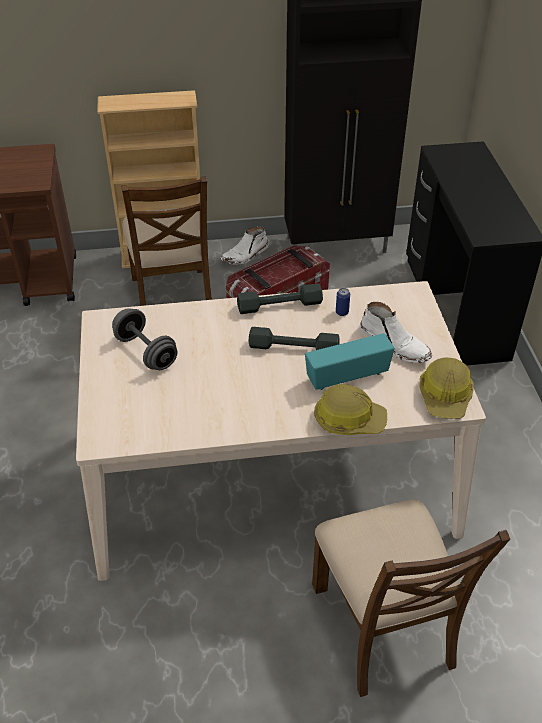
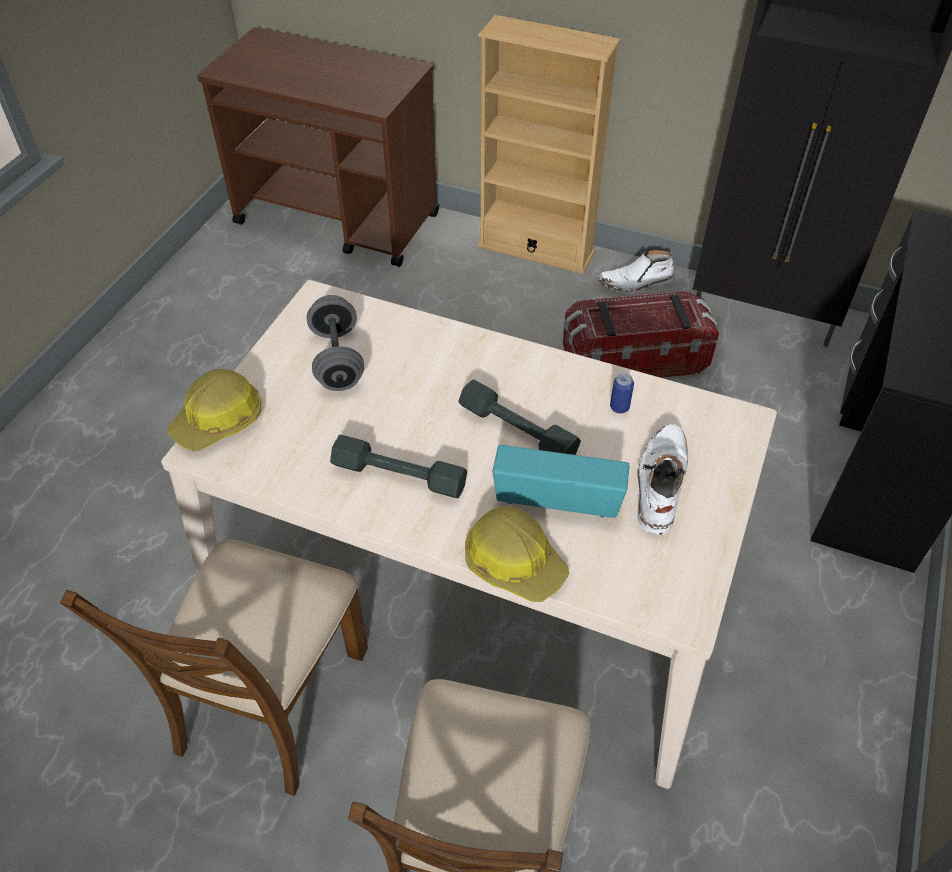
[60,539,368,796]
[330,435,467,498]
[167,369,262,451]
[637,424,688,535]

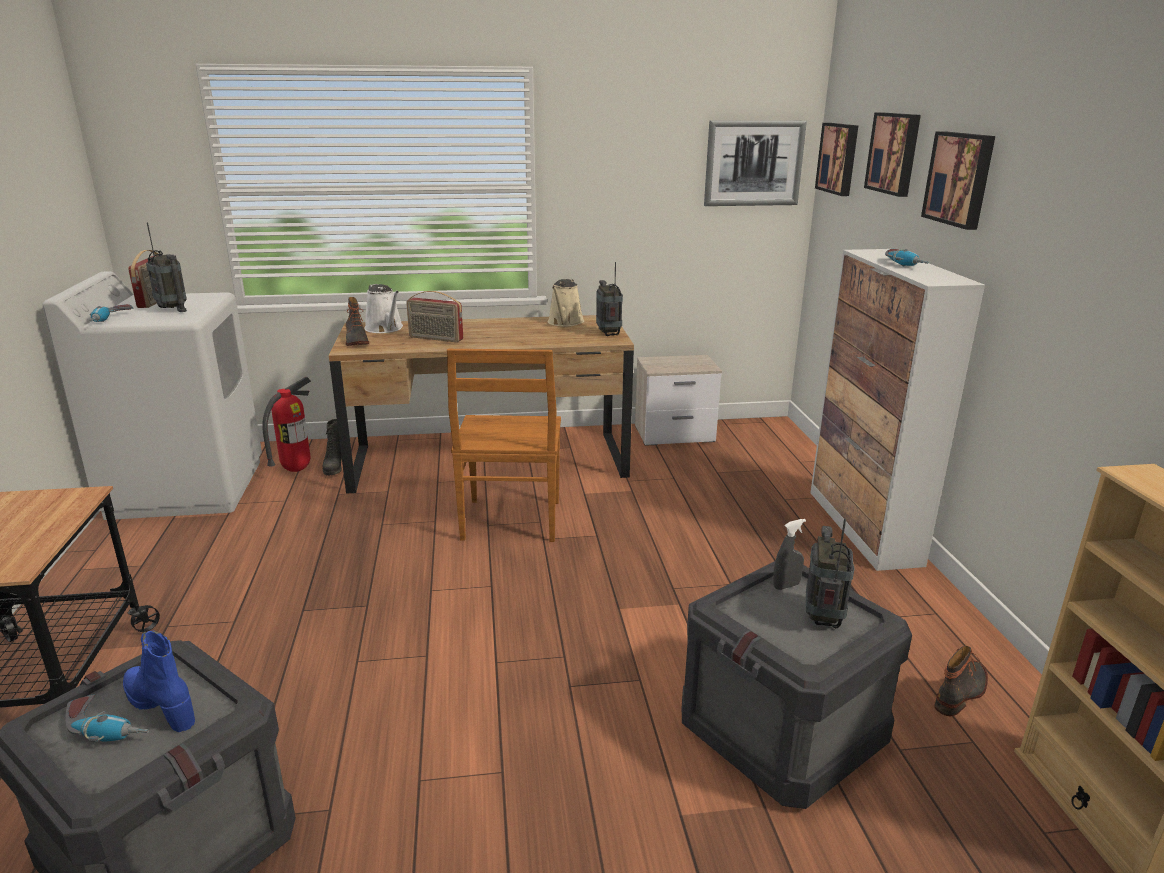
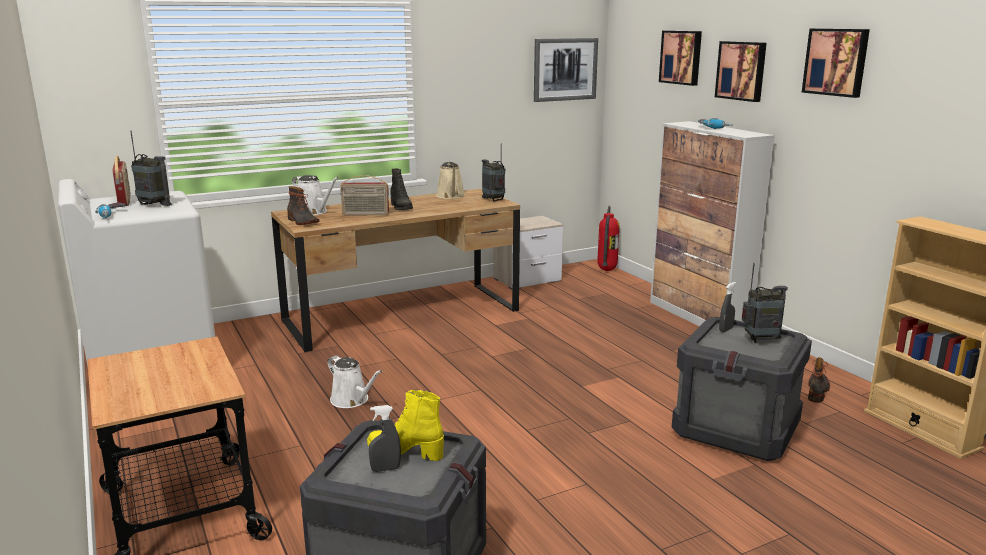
[447,349,561,542] (first image)
[327,355,382,408]
[597,206,620,271]
[390,169,413,210]
[802,29,870,98]
[369,405,401,472]
[367,390,444,461]
[742,263,788,343]

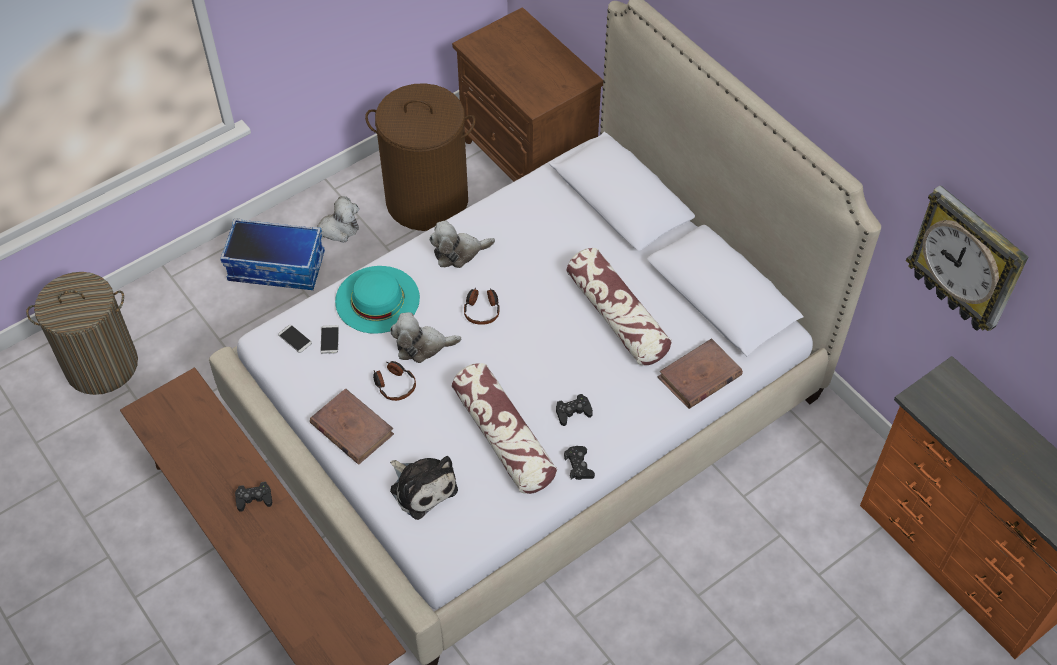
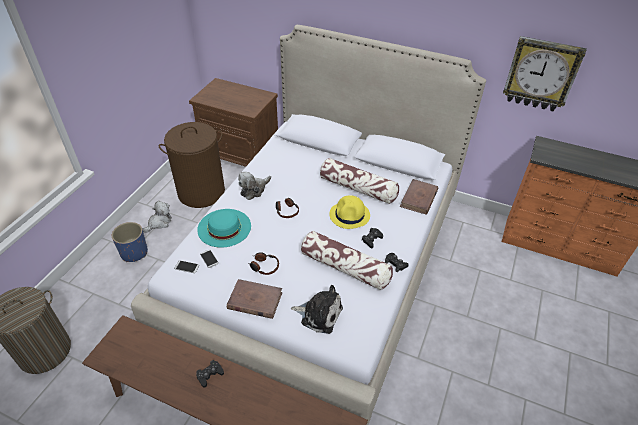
[390,312,461,363] (first image)
[329,195,370,229]
[112,222,148,262]

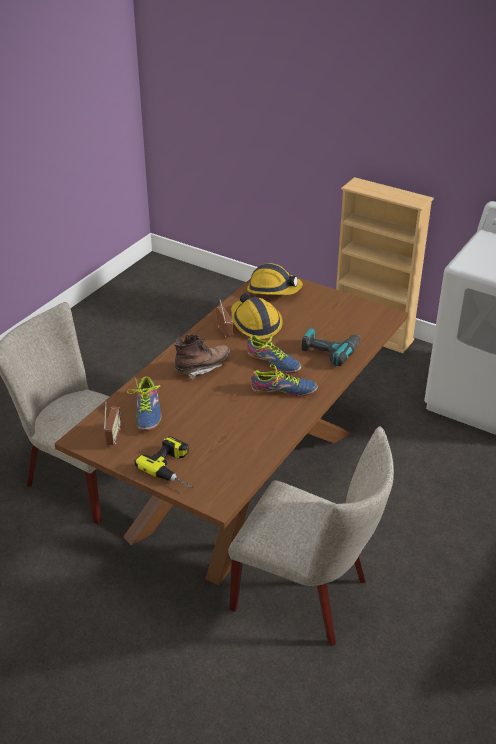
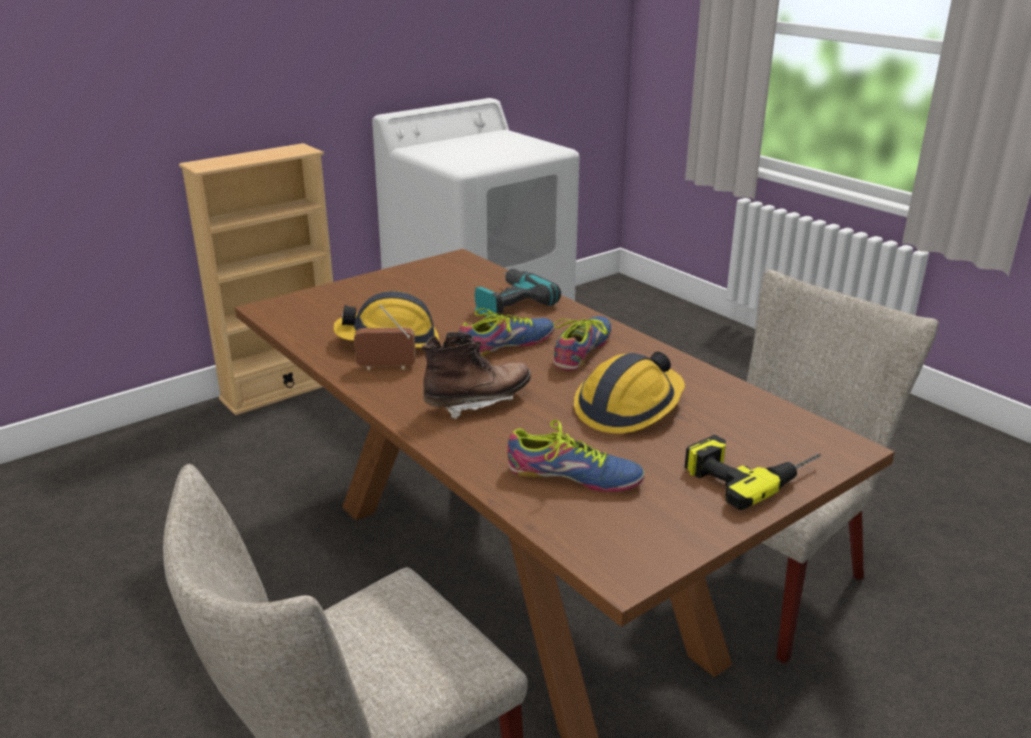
[104,401,121,445] (first image)
[573,351,685,434]
[422,332,531,420]

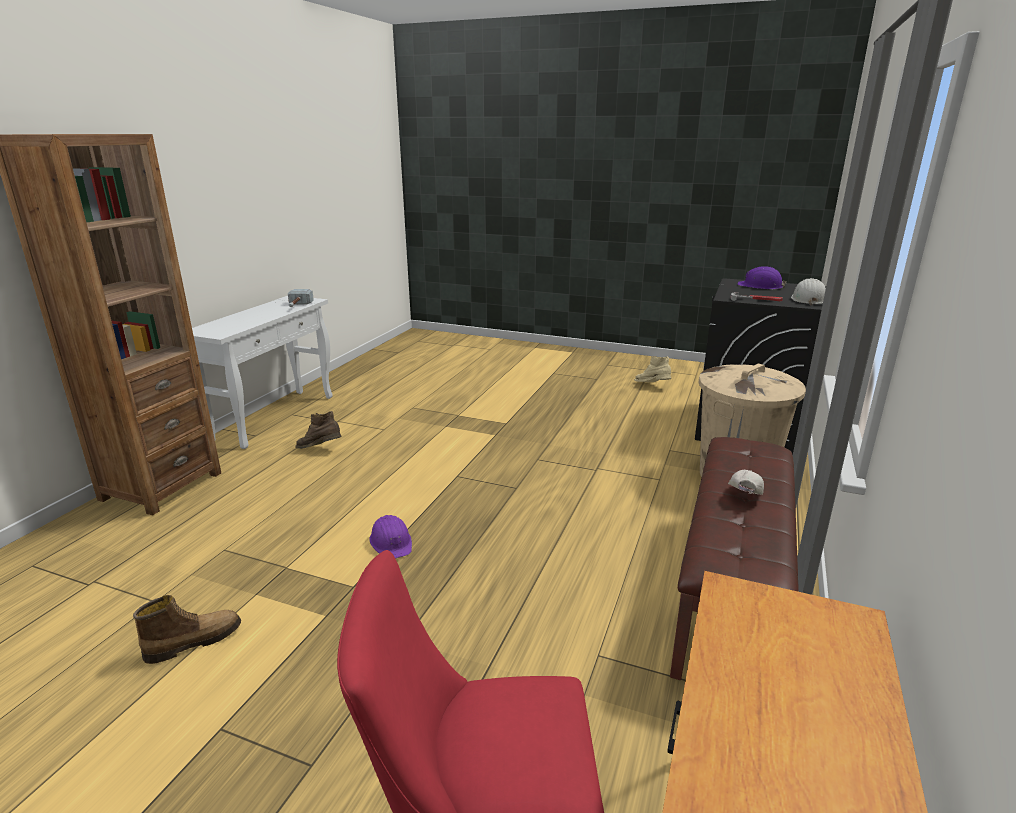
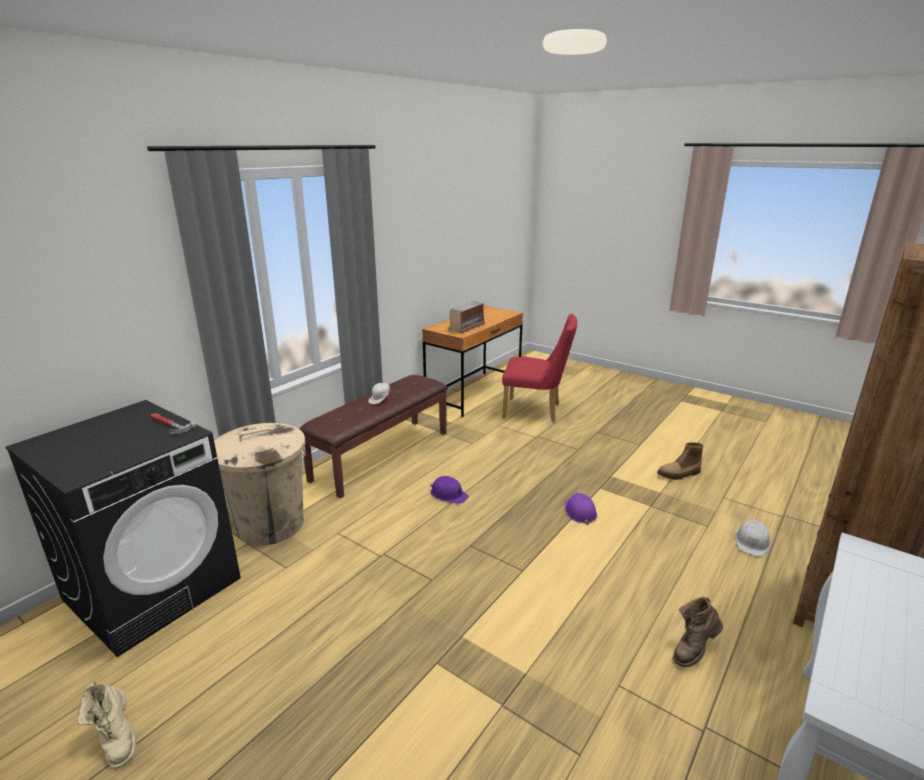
[288,289,314,307] (first image)
[448,302,485,334]
[430,476,469,504]
[735,520,771,557]
[673,596,723,667]

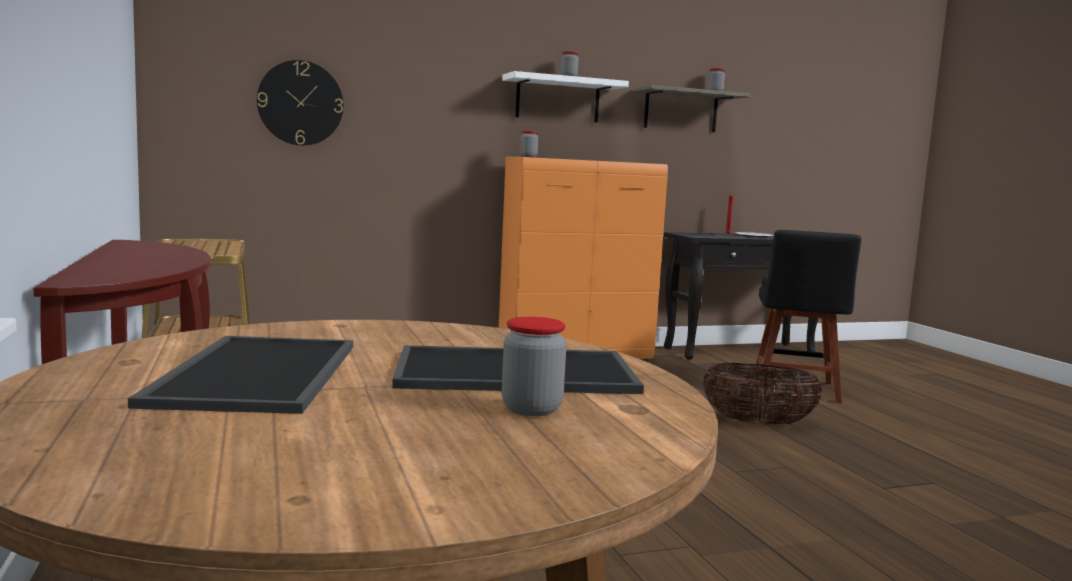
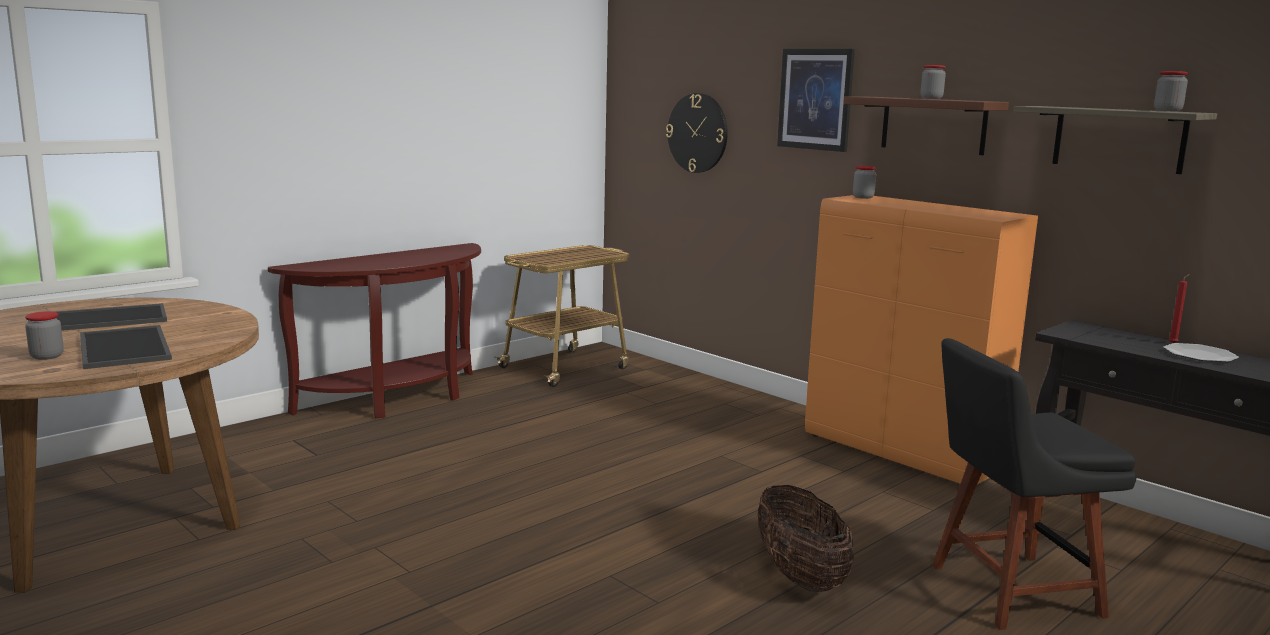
[777,49,855,152]
[843,96,1009,155]

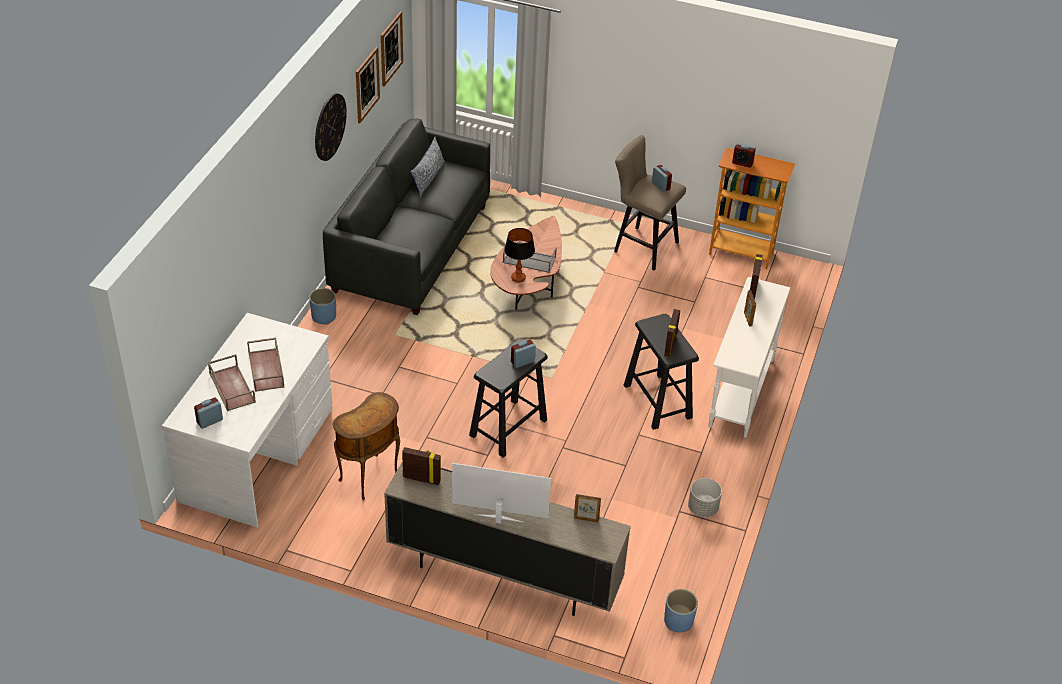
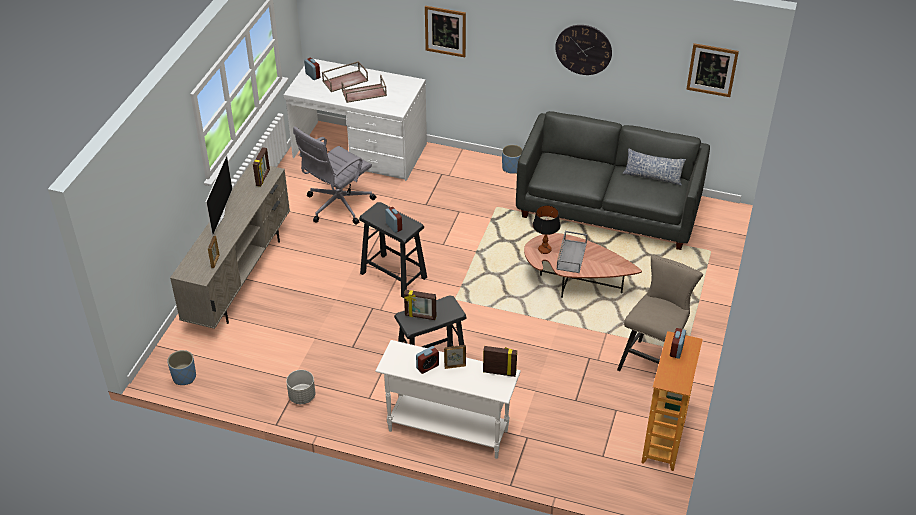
[425,6,466,57]
[416,346,439,374]
[293,126,376,224]

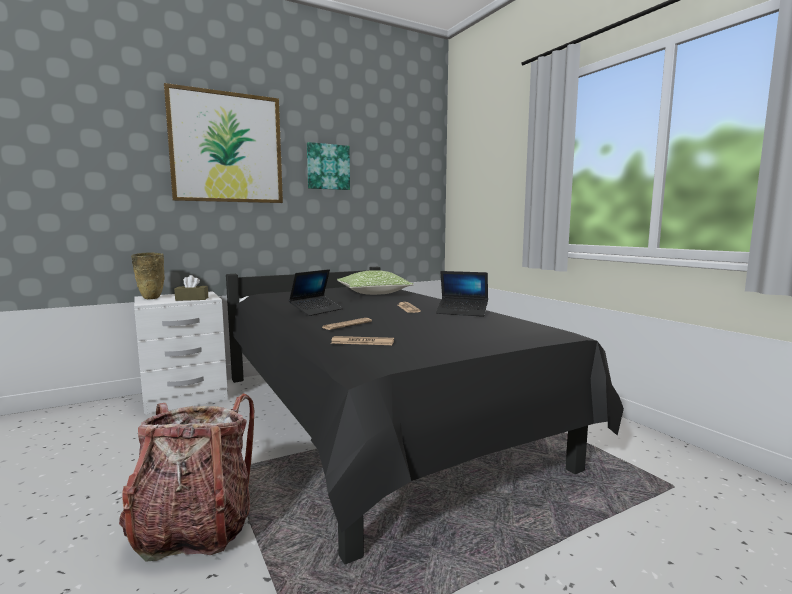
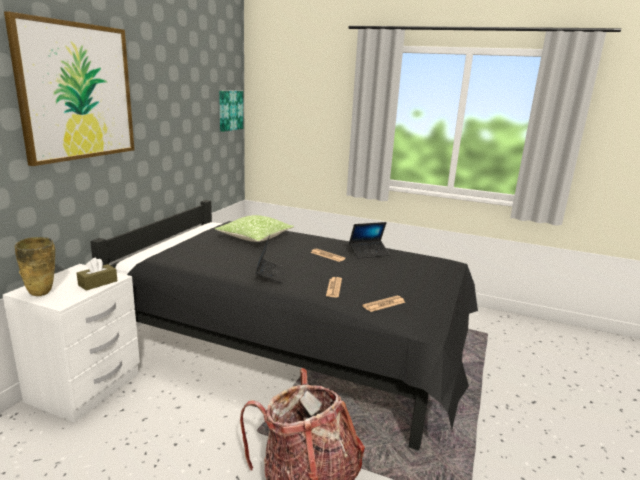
[219,91,243,132]

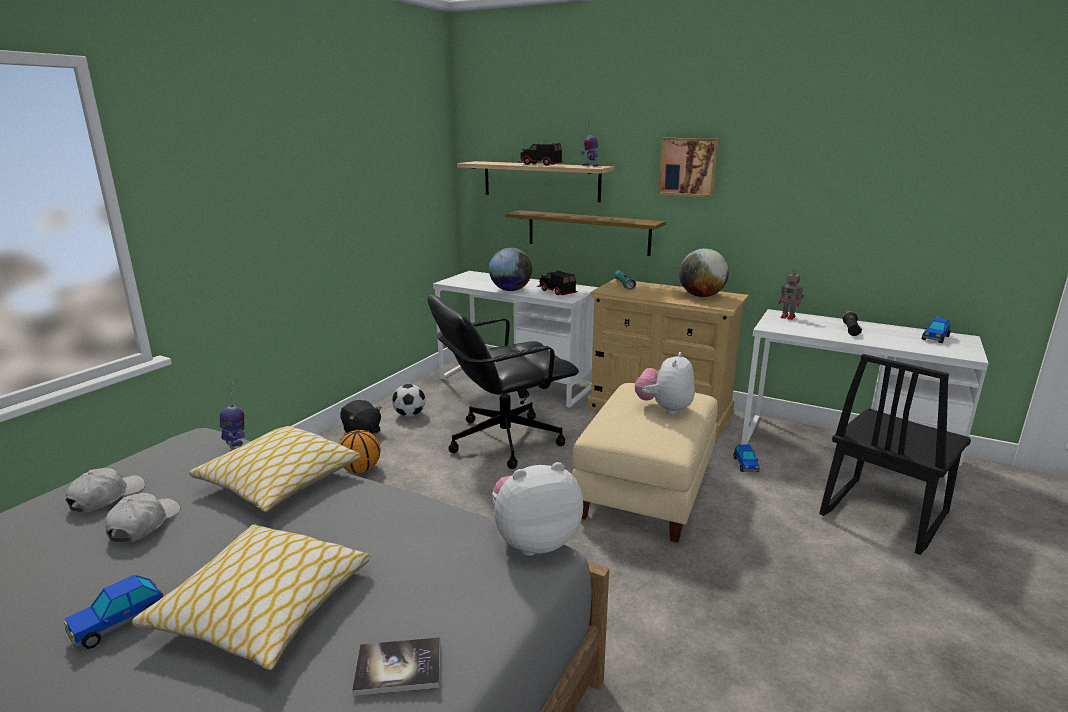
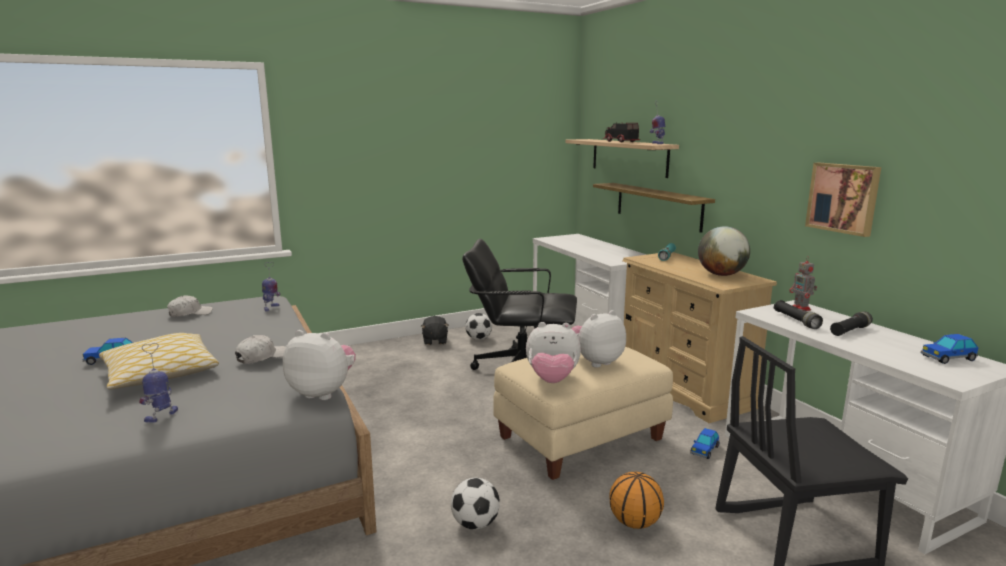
[189,426,361,512] (first image)
[489,247,532,291] (first image)
[537,270,577,295] (first image)
[451,478,500,530]
[526,322,581,383]
[774,300,823,329]
[235,335,286,364]
[609,472,664,529]
[805,163,881,237]
[139,343,178,423]

